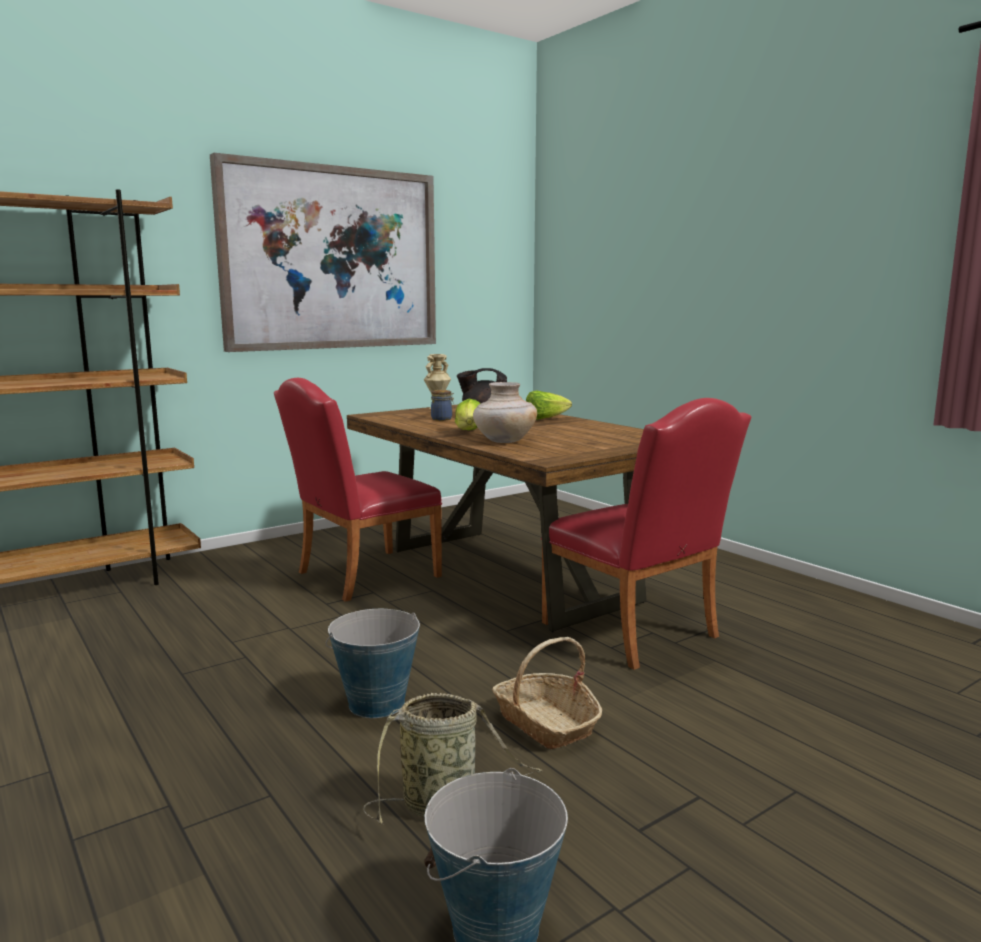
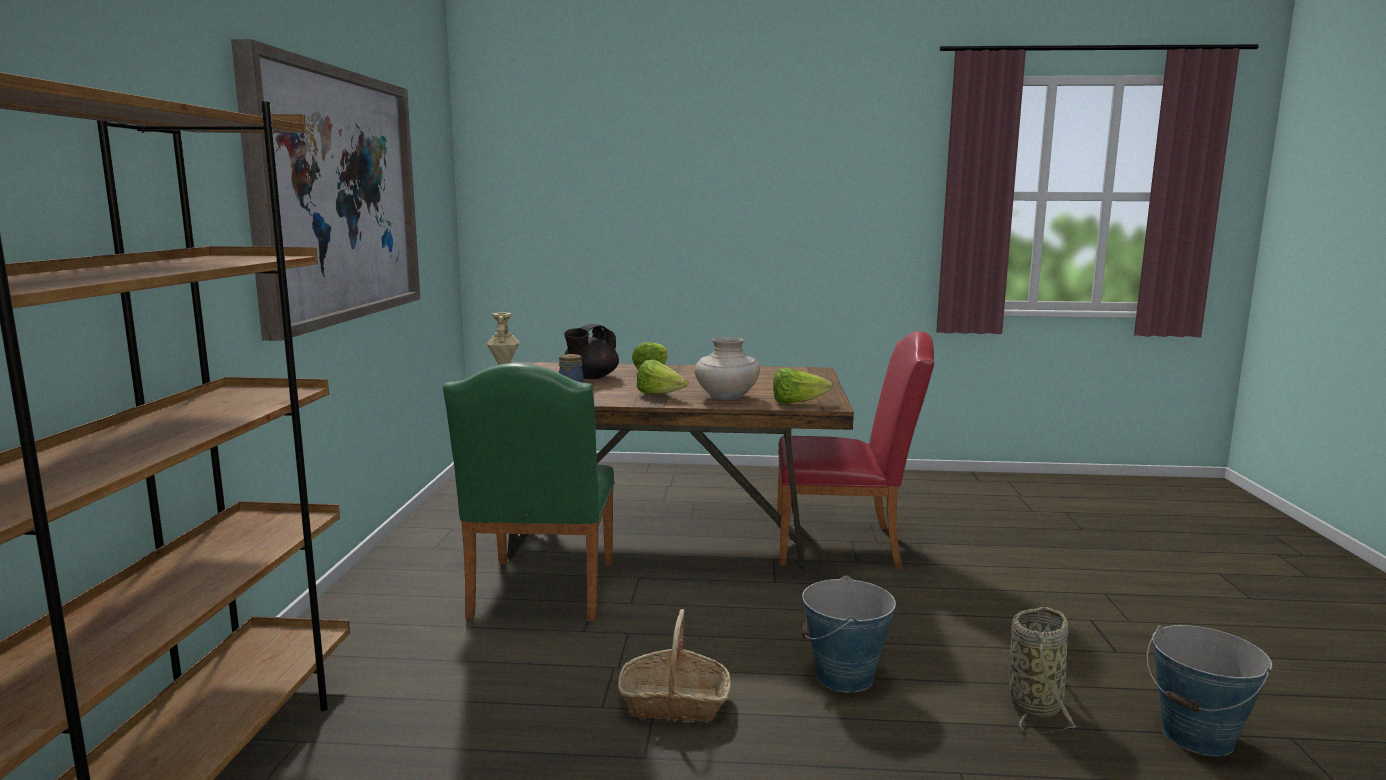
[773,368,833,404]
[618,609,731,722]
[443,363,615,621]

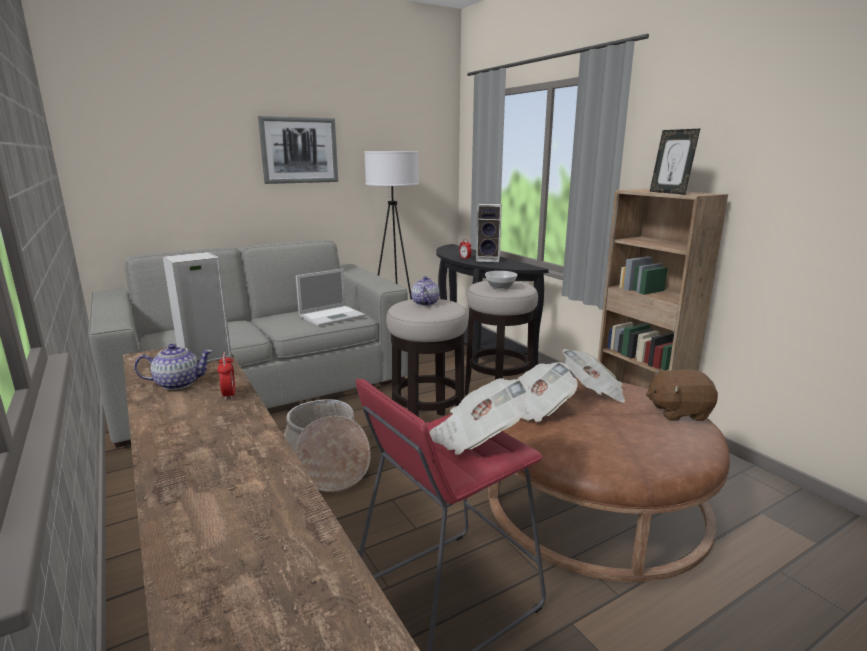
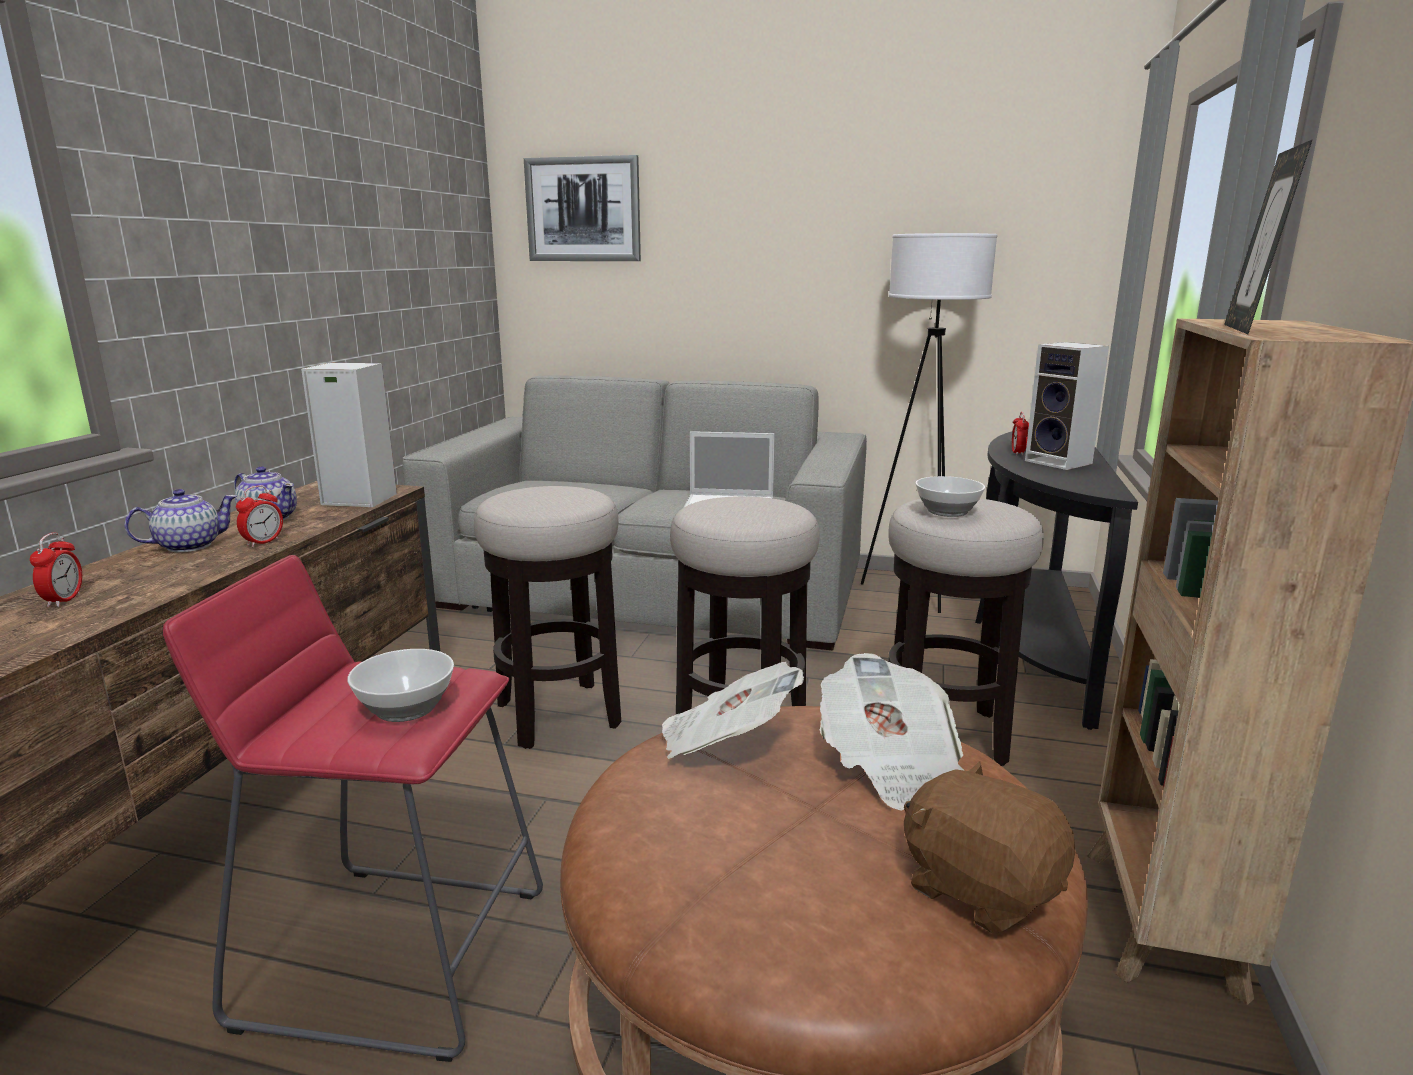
[30,533,82,607]
[524,155,641,261]
[124,489,237,552]
[474,486,621,749]
[347,649,454,722]

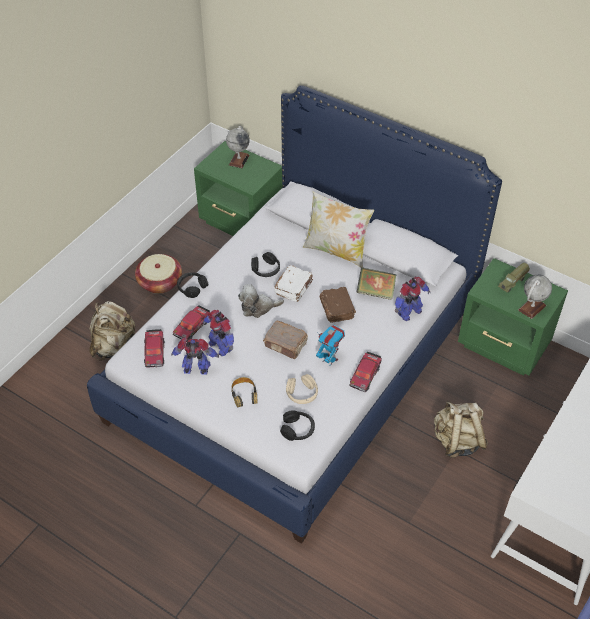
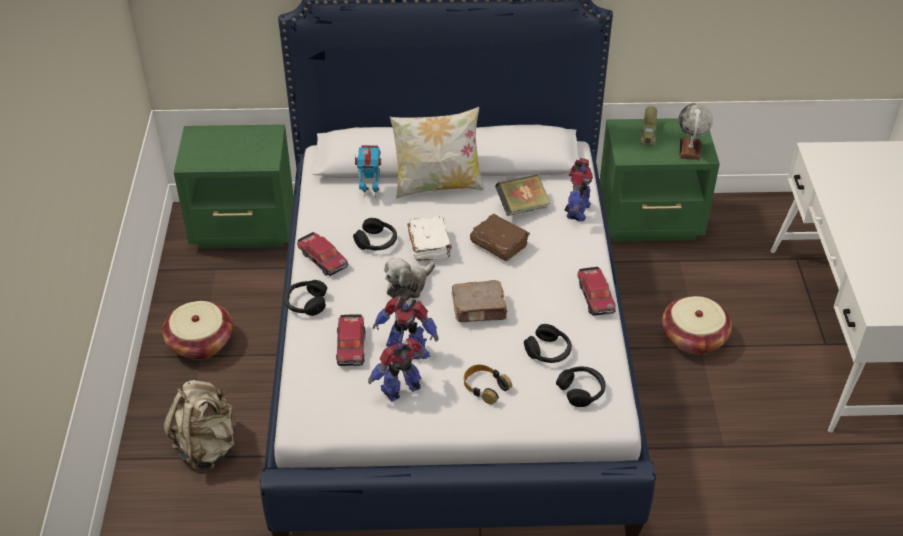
[226,126,250,168] (first image)
[297,232,348,276]
[354,145,381,198]
[662,296,732,355]
[524,324,572,363]

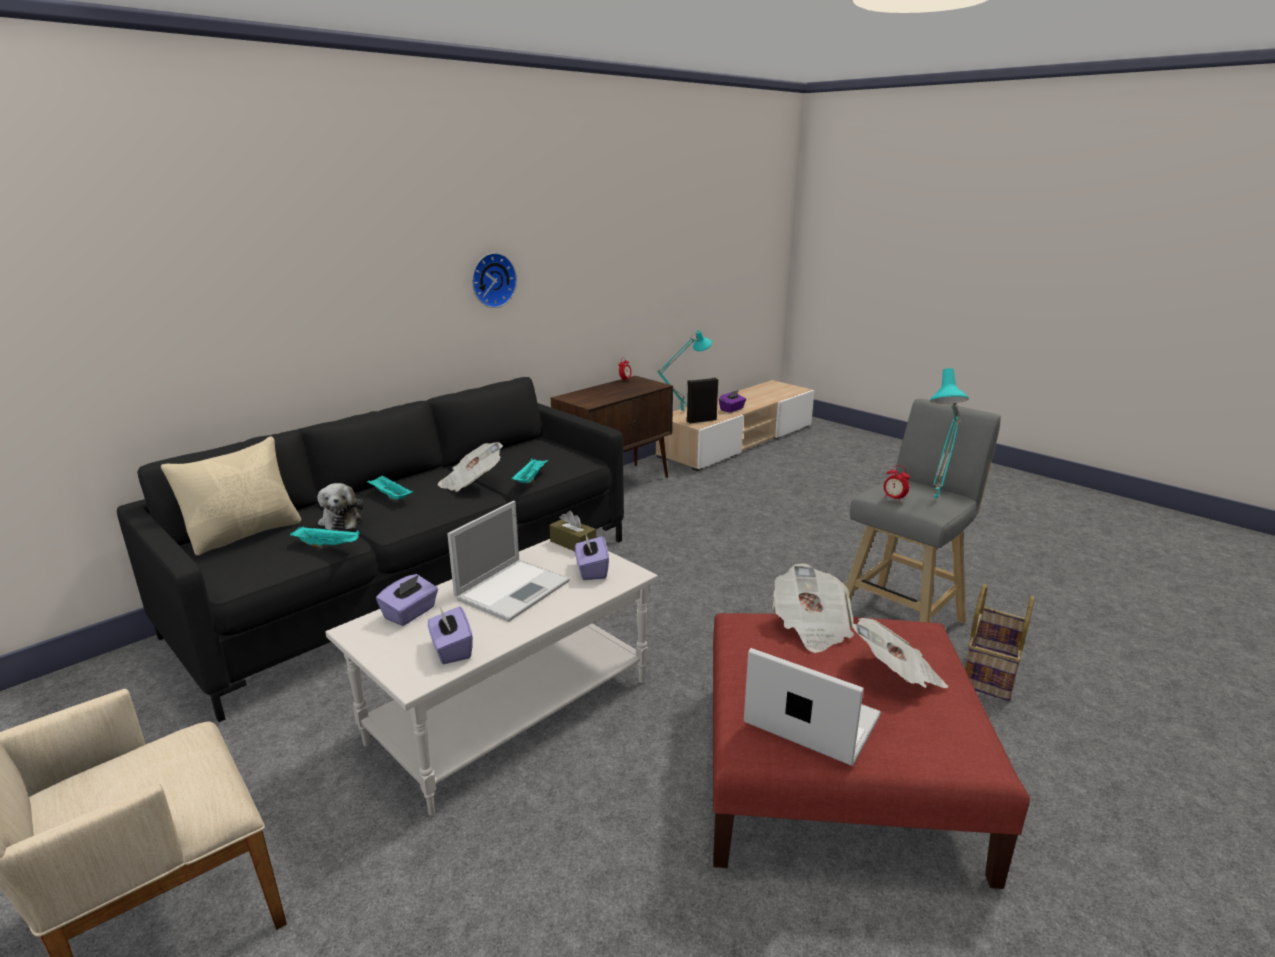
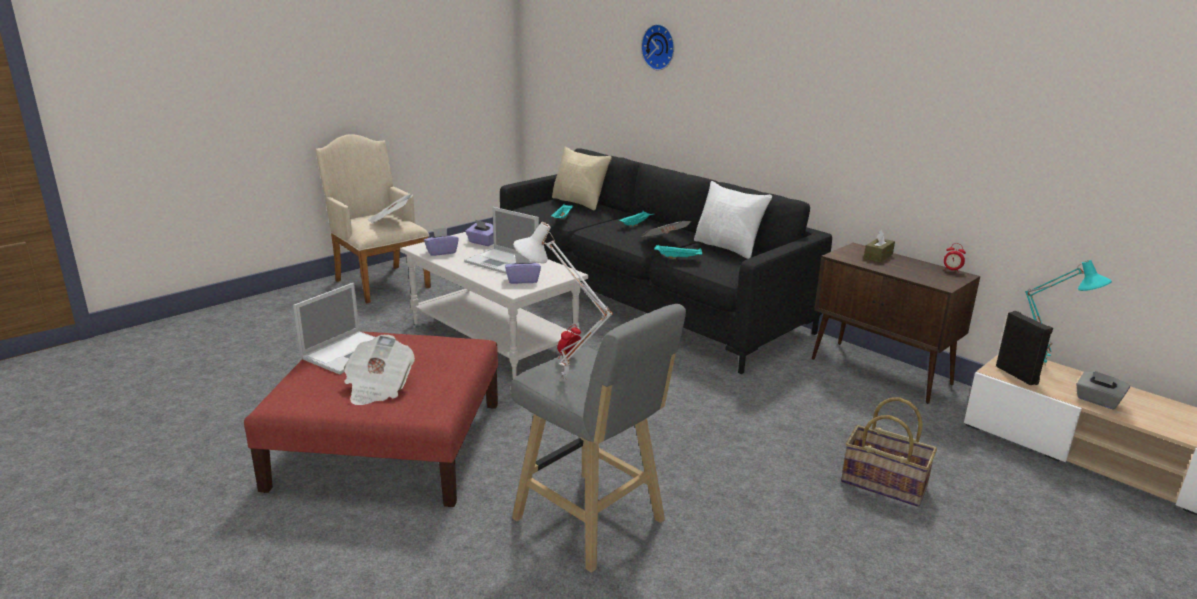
[318,483,363,531] (first image)
[694,181,772,259]
[641,24,674,70]
[864,230,895,263]
[368,194,413,224]
[841,397,937,507]
[1076,371,1130,410]
[513,222,613,379]

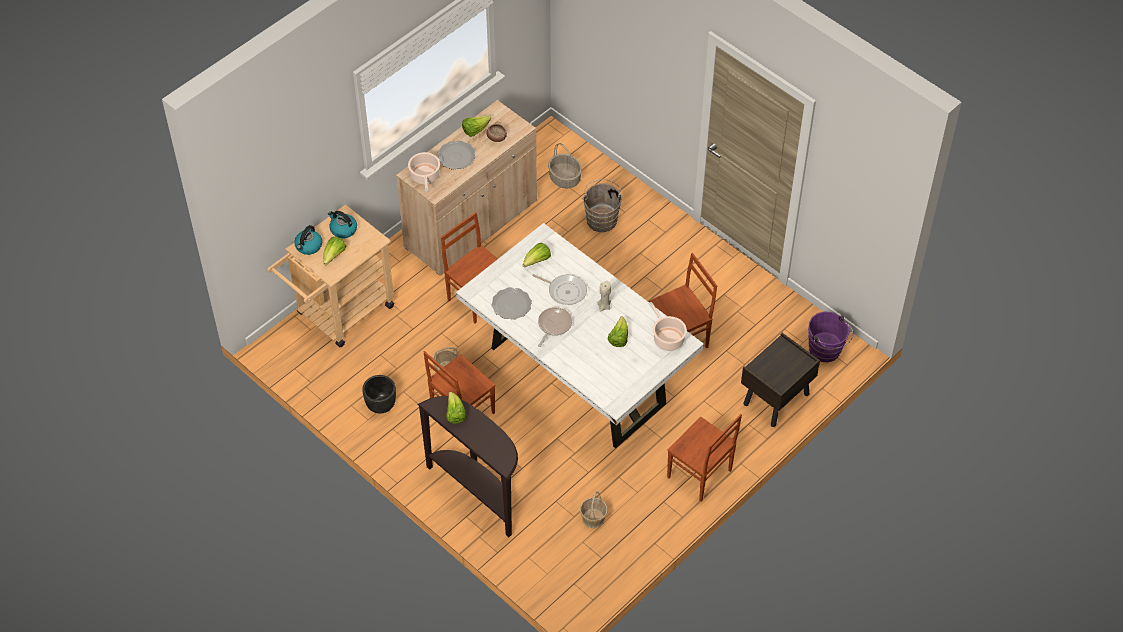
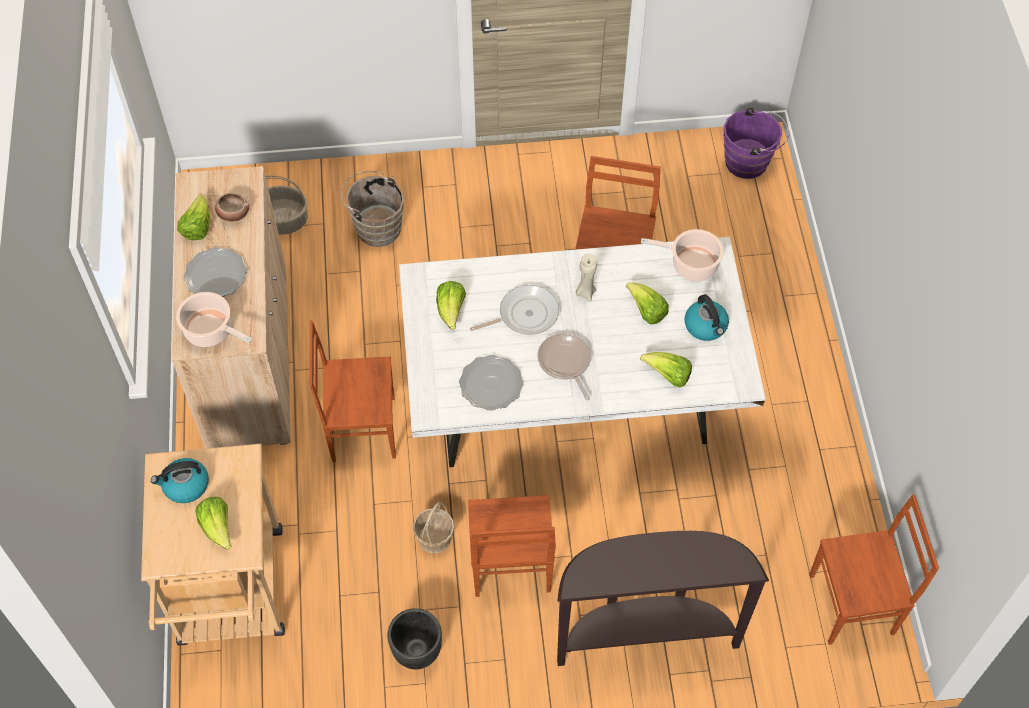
[580,491,608,528] (first image)
[741,333,820,427] (first image)
[685,294,729,341]
[640,352,692,387]
[809,494,939,645]

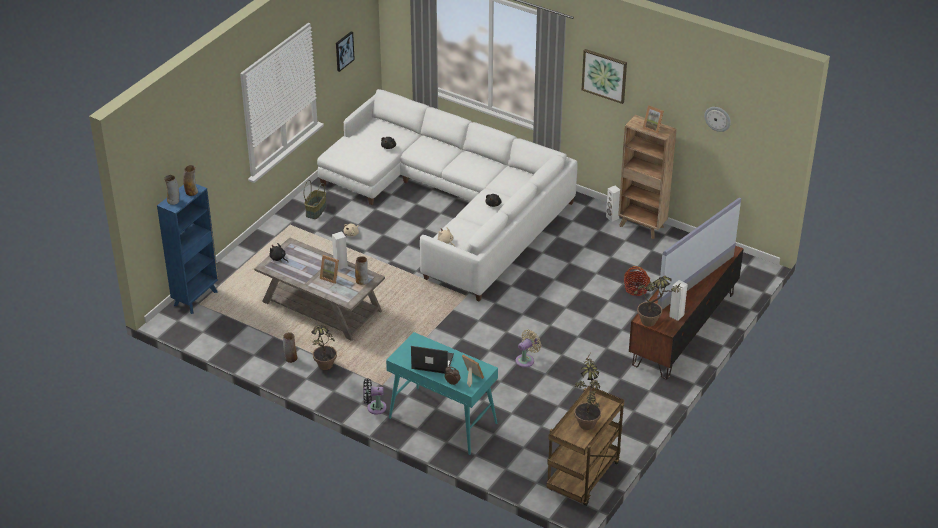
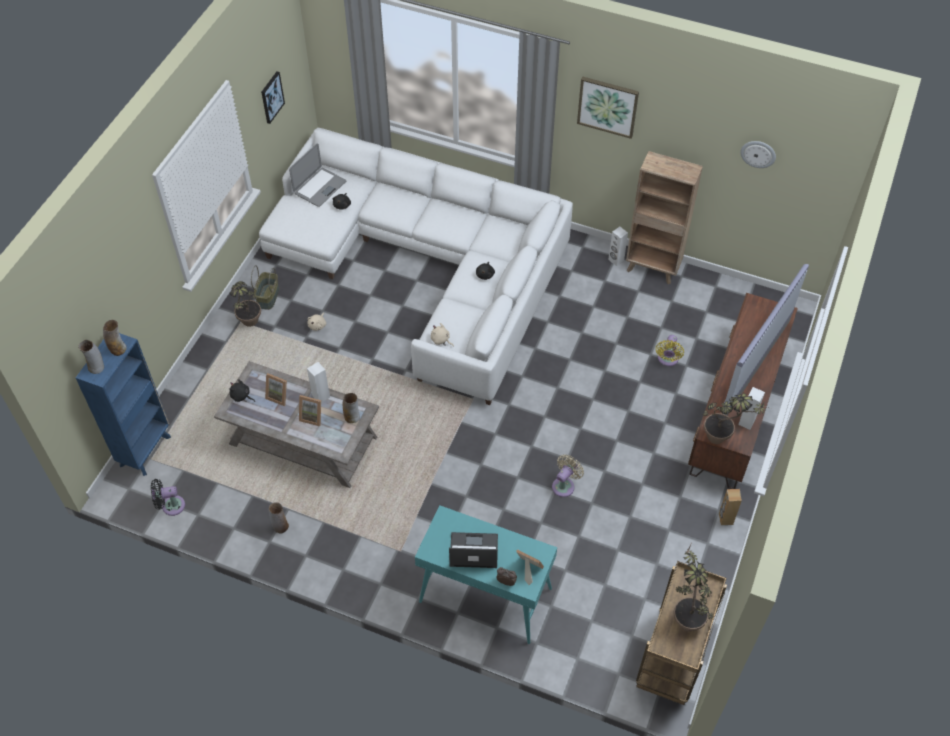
[289,143,346,207]
[719,489,742,525]
[230,281,261,327]
[151,479,185,516]
[265,373,287,406]
[656,335,684,366]

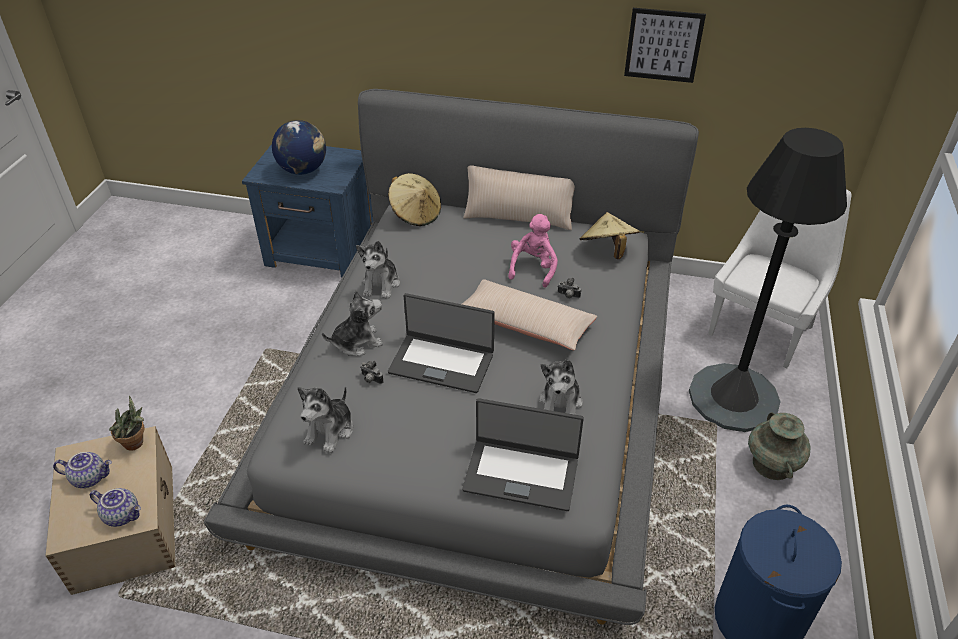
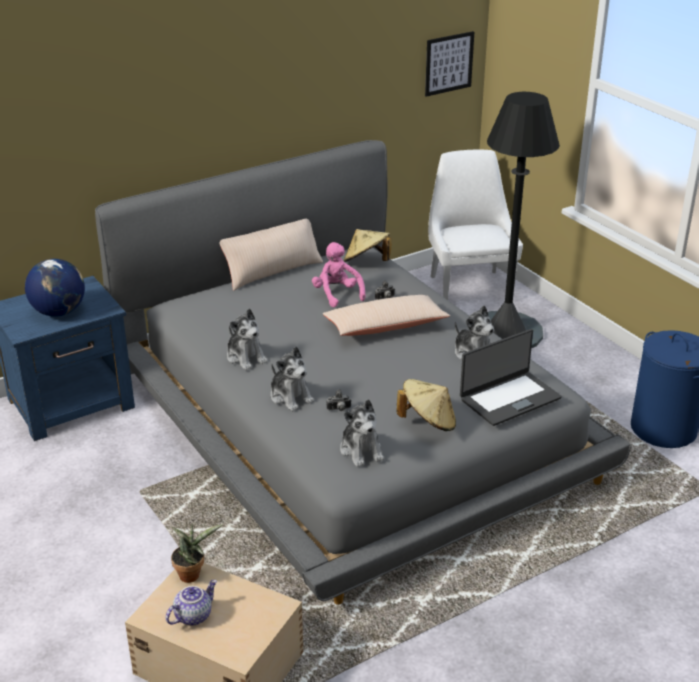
[90,488,141,527] (first image)
[388,293,495,393] (first image)
[748,413,811,480] (first image)
[397,379,456,431]
[425,31,474,97]
[271,346,314,411]

